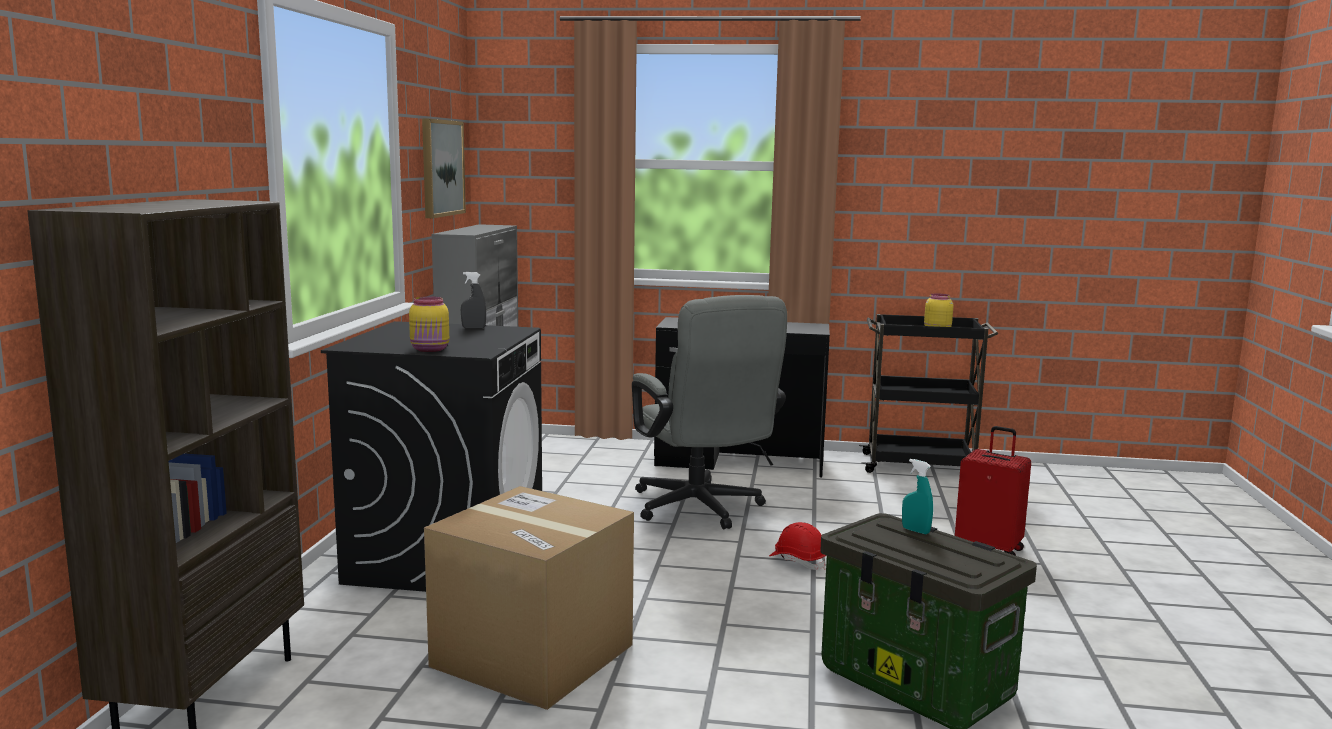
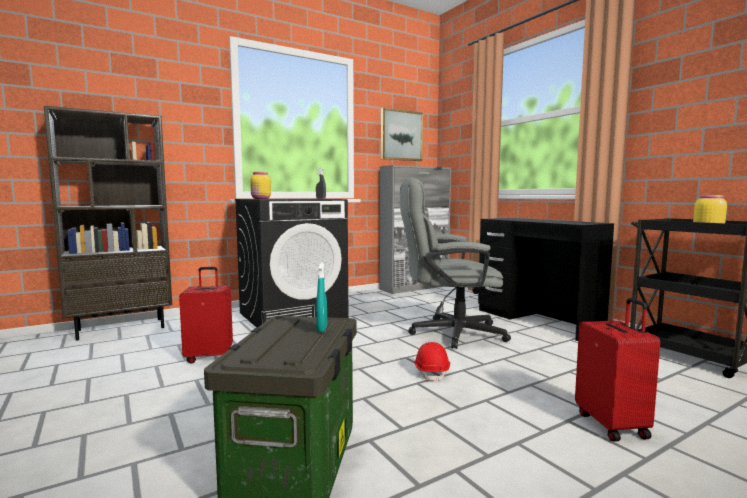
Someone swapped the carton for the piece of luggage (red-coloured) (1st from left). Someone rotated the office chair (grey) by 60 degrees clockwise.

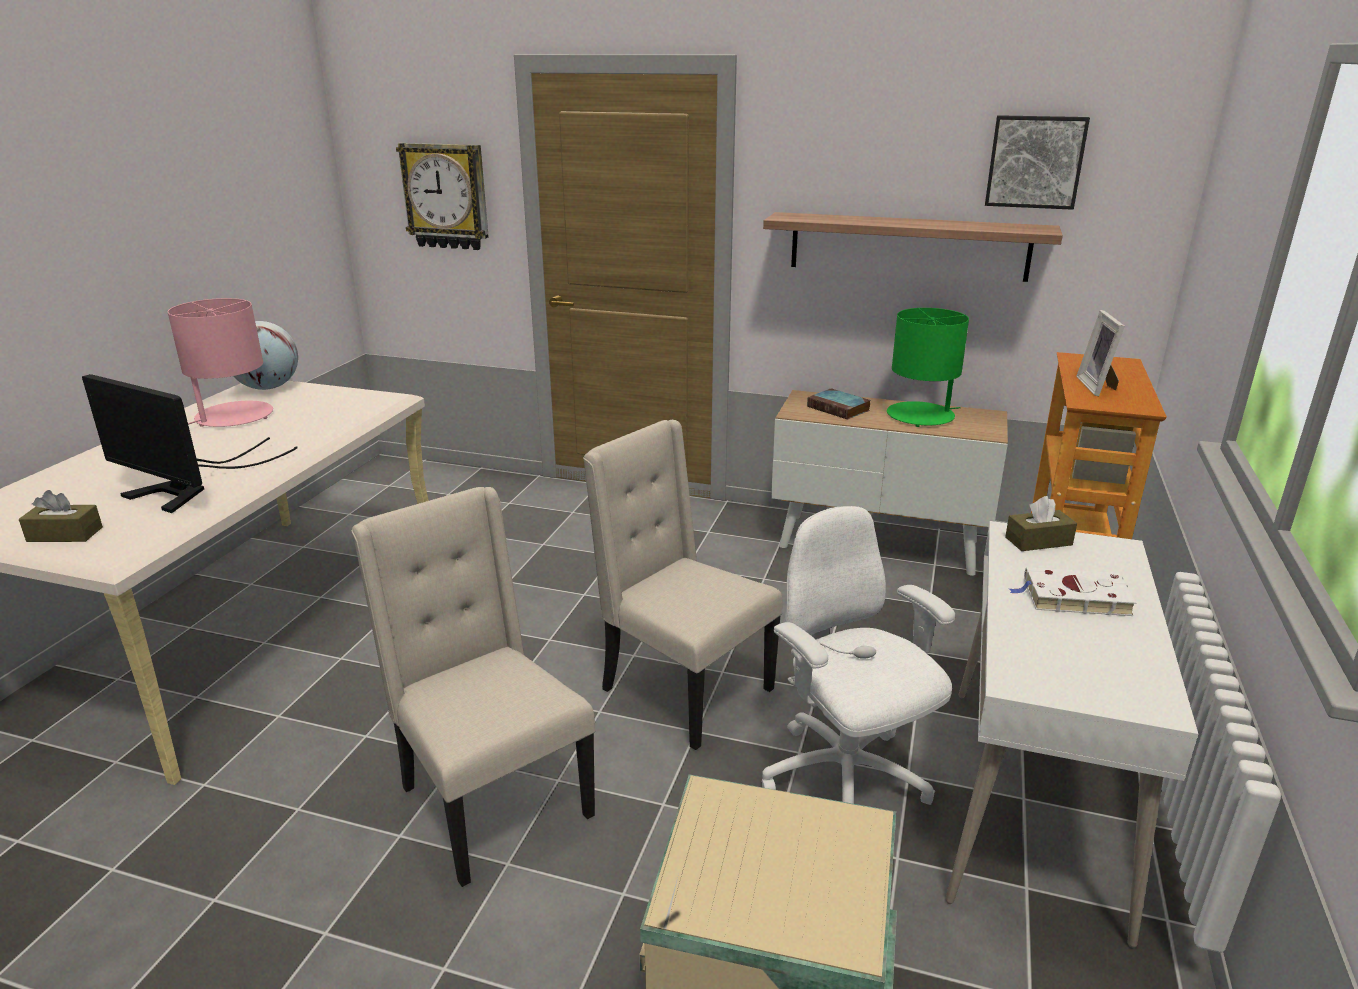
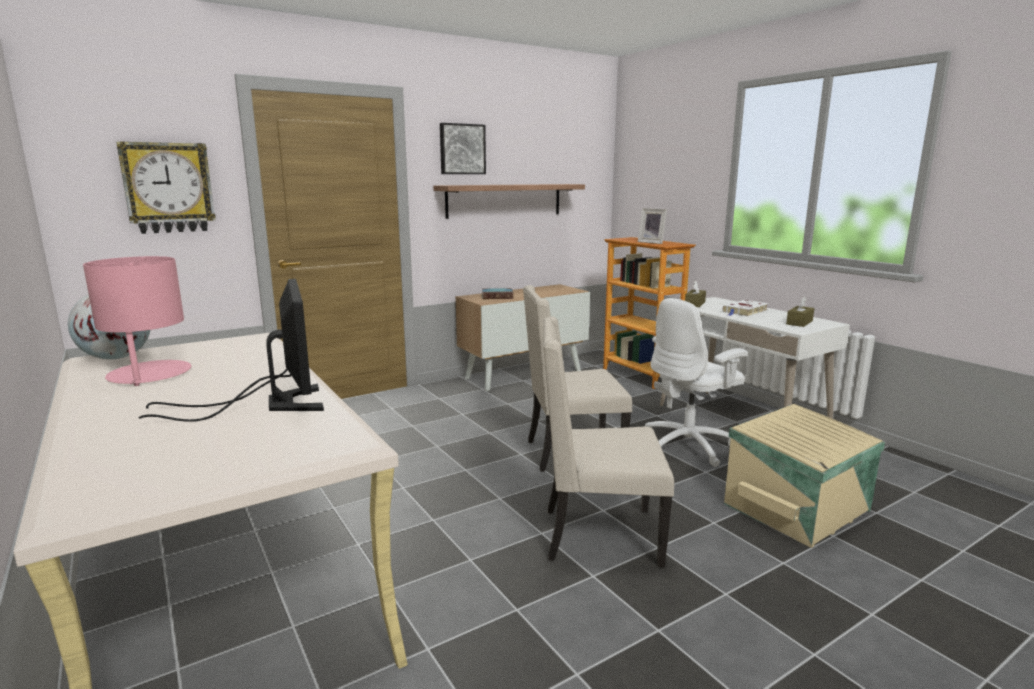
Someone rotated the monitor by 90 degrees counterclockwise. Someone carried the wall art. Someone rotated the office chair (white) by 45 degrees counterclockwise. Someone carried the tissue holder (brownish) (1st from left in the first image). Someone took away the tabletop lamp (green-coloured).

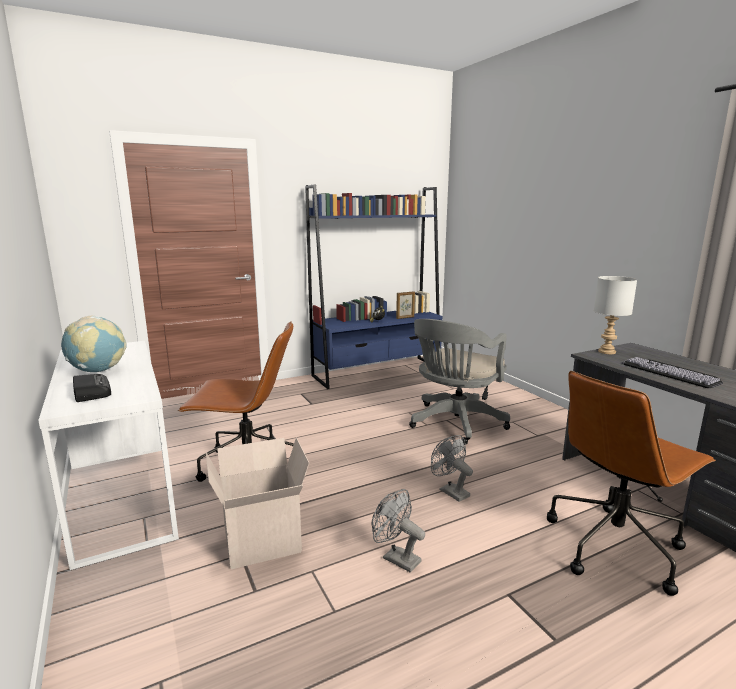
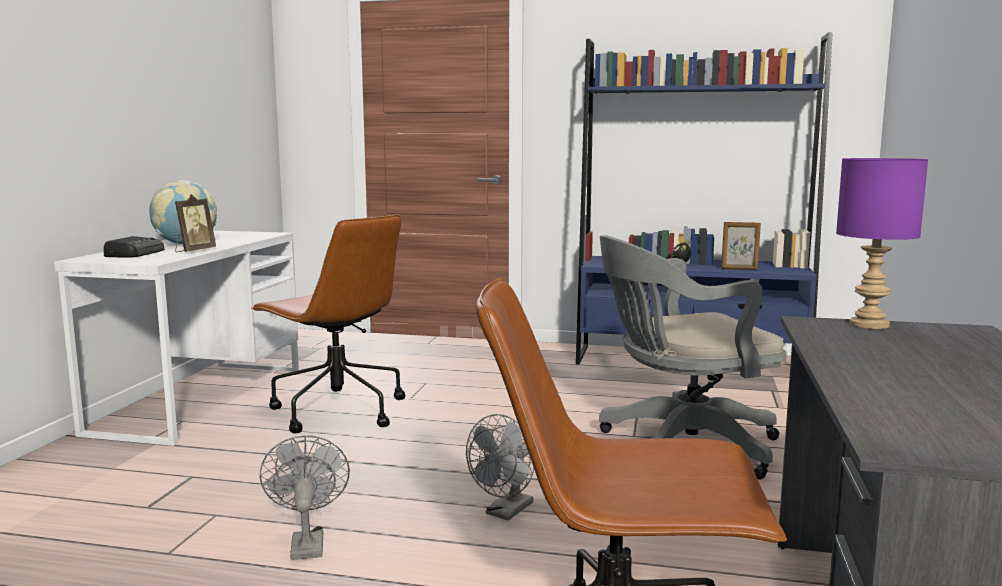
Someone put down the photo frame (1st from left). Someone rotated the fan (grey) (2nd from left) by 150 degrees counterclockwise. Someone repainted the tabletop lamp (grey), which became the tabletop lamp (purple-coloured). Someone took away the carton. Someone took away the keyboard.

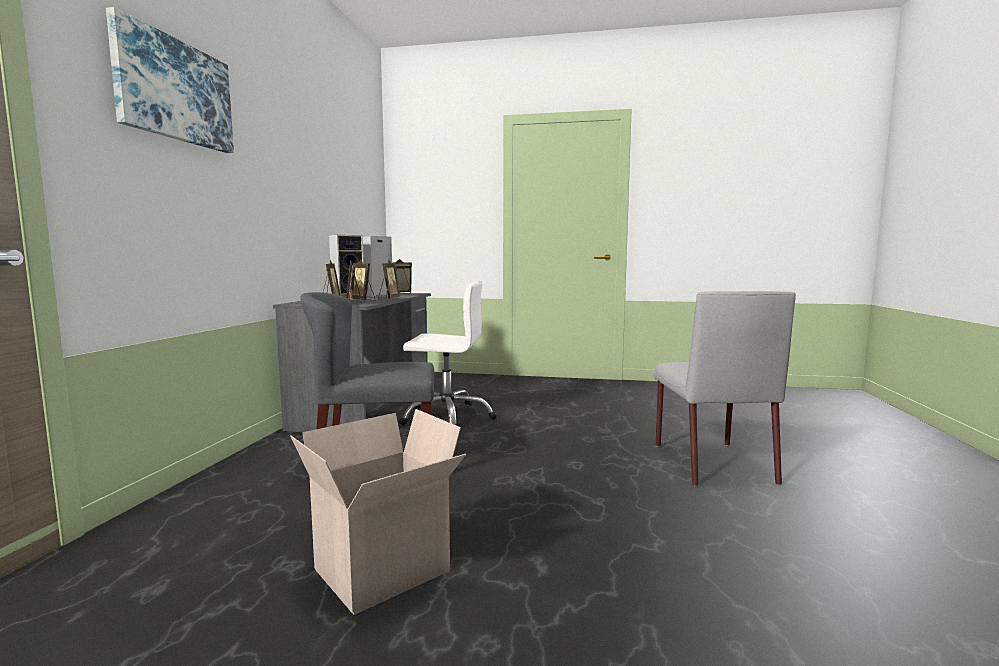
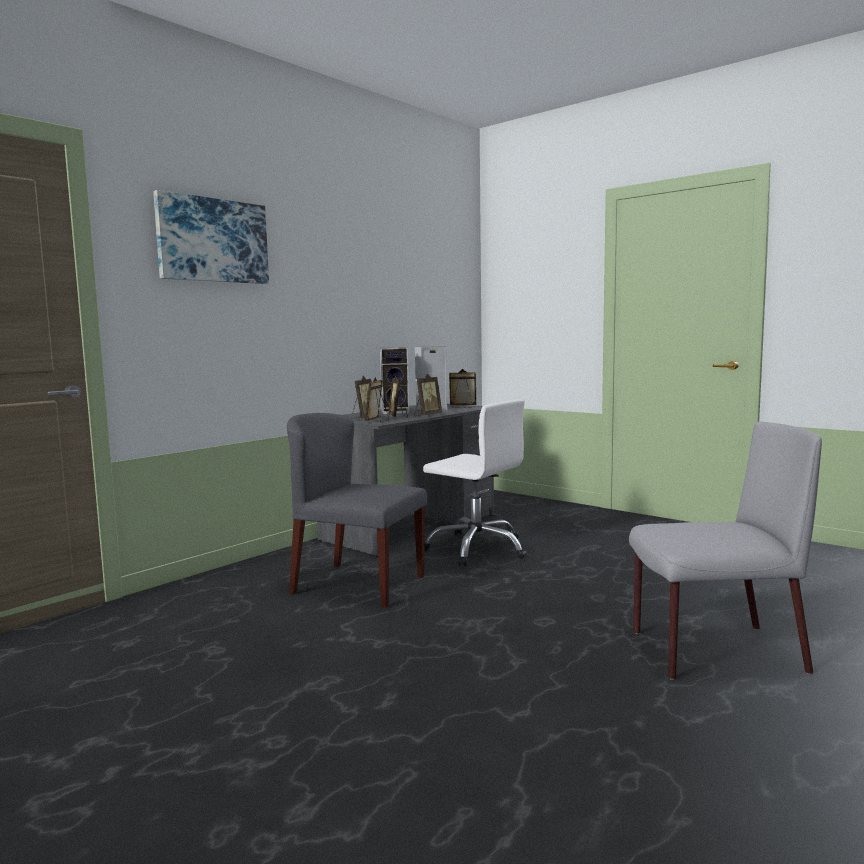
Someone rotated the plain chair (grey) (2nd from left) by 120 degrees counterclockwise. Someone took away the carton.

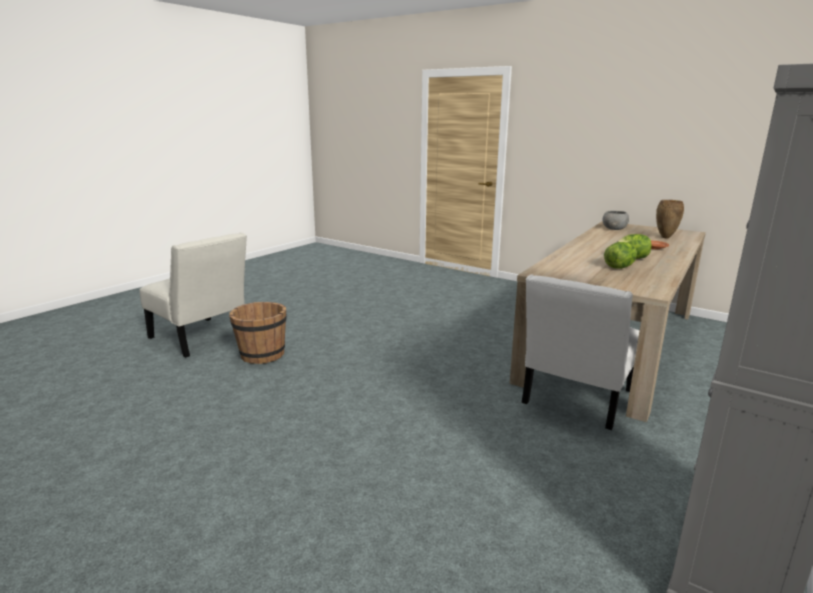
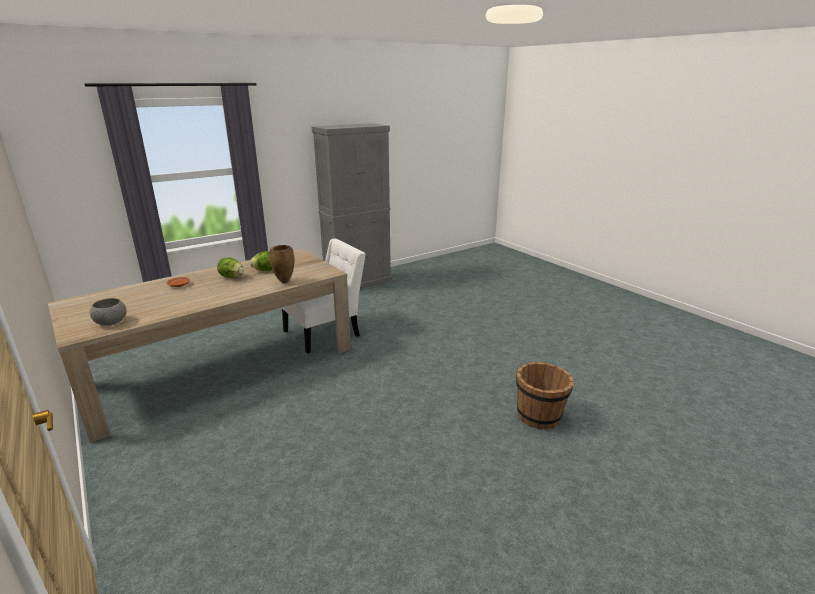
Someone carried the decorative vase (brownish). Someone took away the plain chair (white) (1st from left).

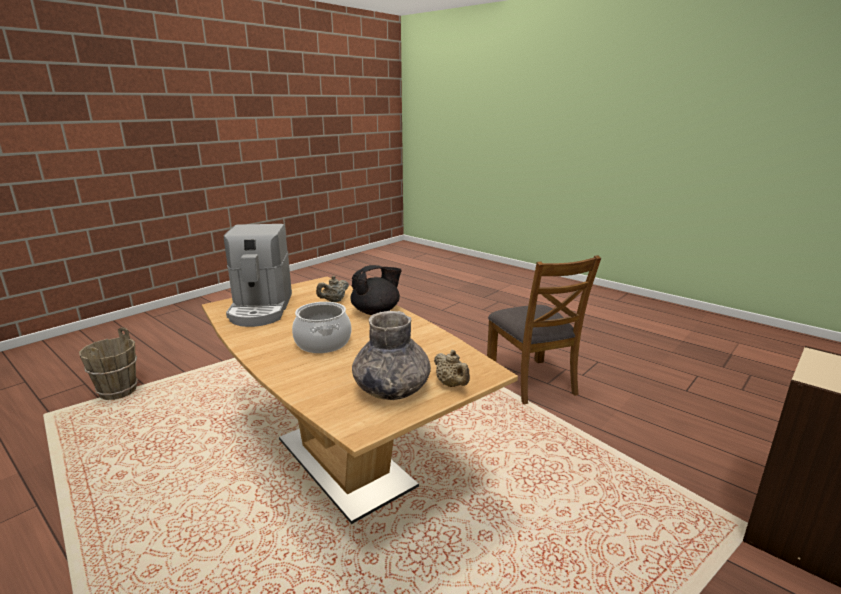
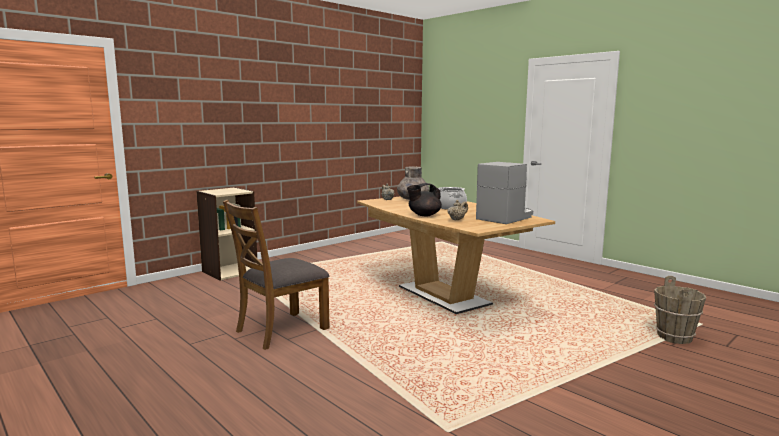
Someone rotated the plain chair (brownish) by 120 degrees counterclockwise. Someone rotated the coffee brewer by 45 degrees clockwise.

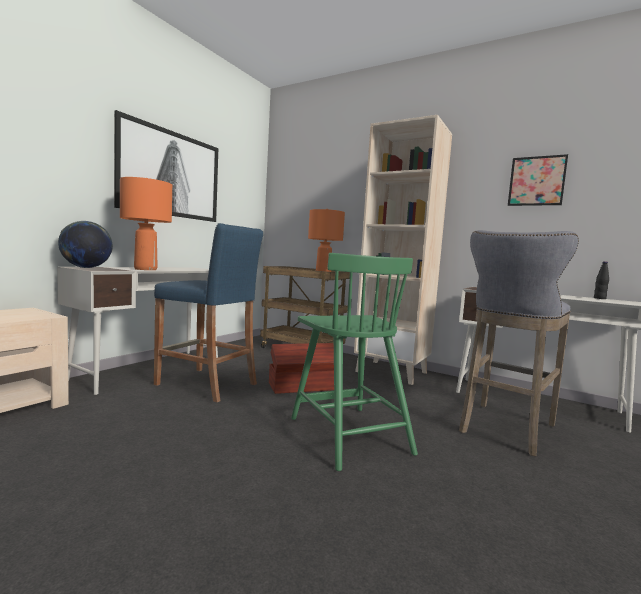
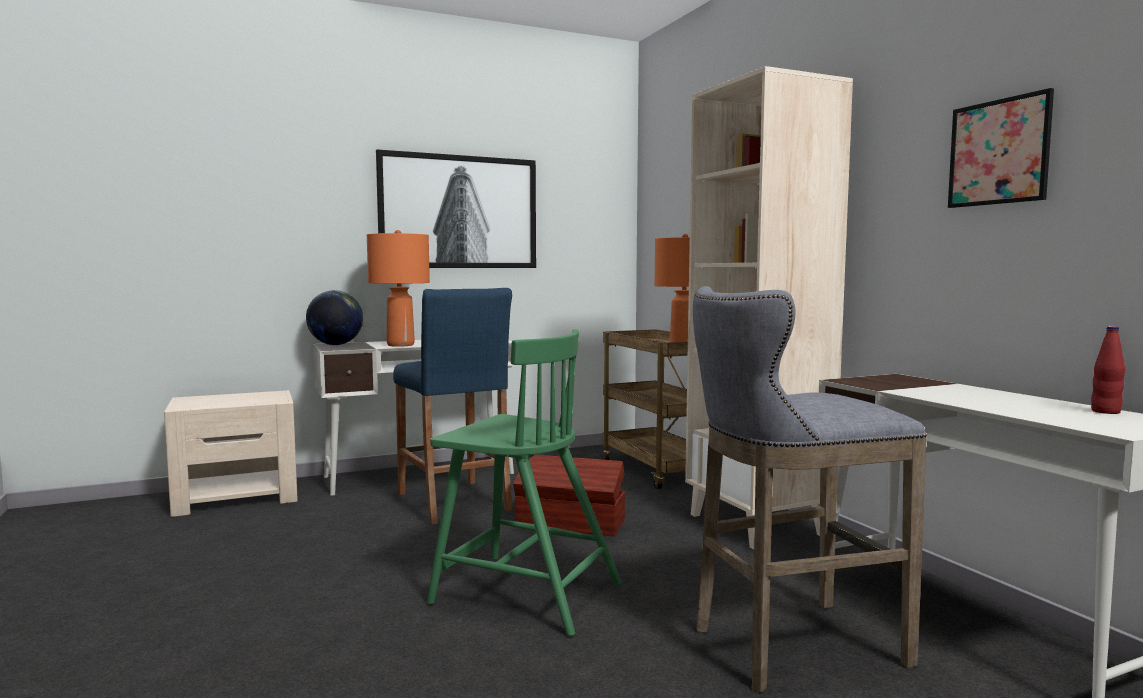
Someone rotated the plain chair (green-coloured) by 75 degrees counterclockwise. Someone repainted the beverage bottle (black), which became the beverage bottle (red-coloured).

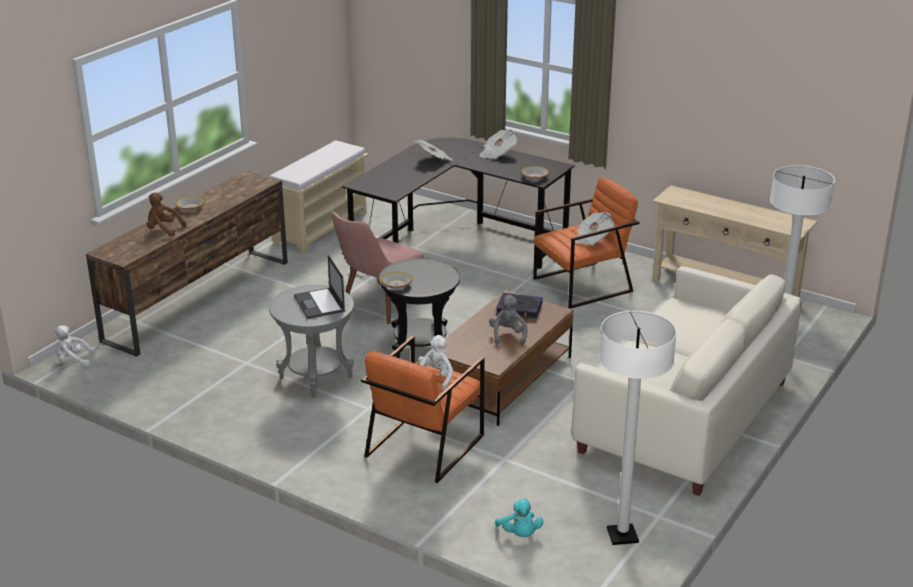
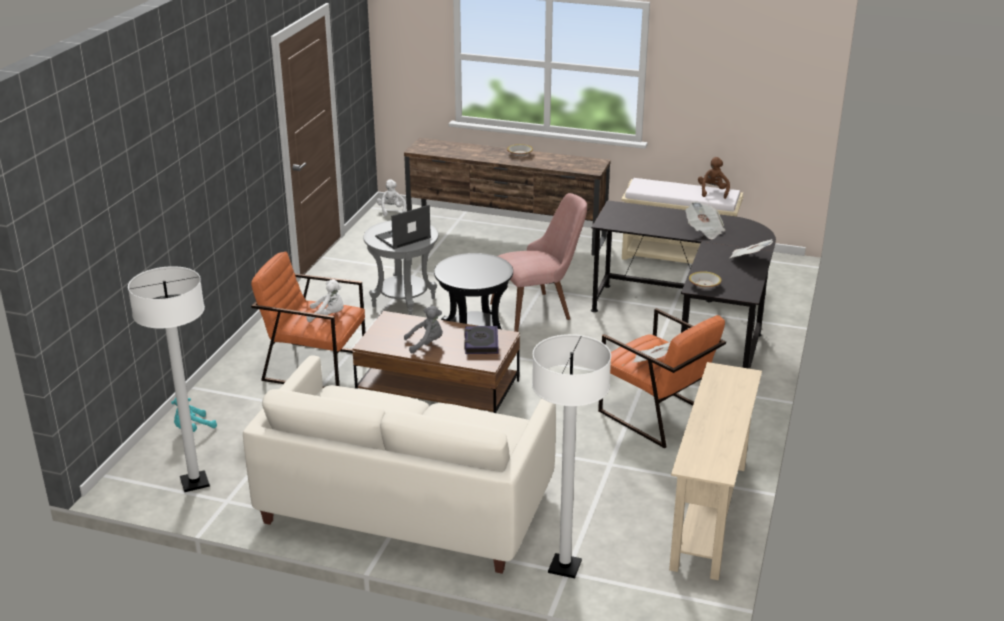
Someone rotated the plain chair (pinkish) by 135 degrees clockwise. Someone carried the cuddly toy (brownish). Someone took away the deep dish (2nd from left).

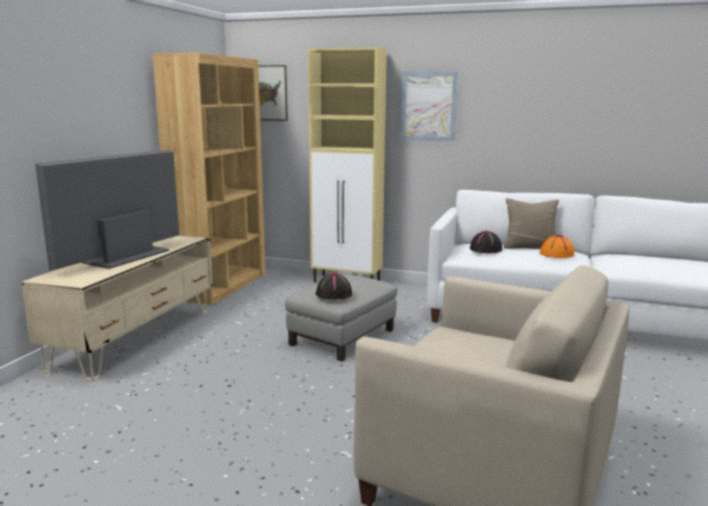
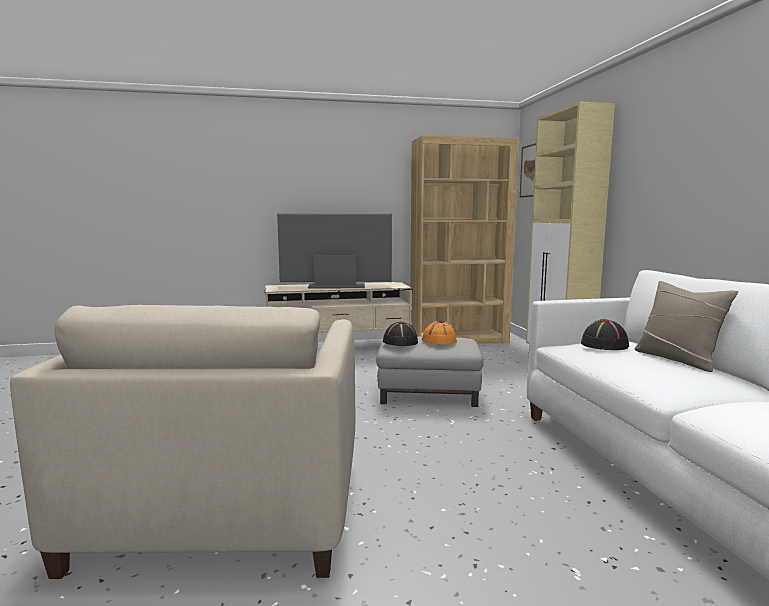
Someone carried the hat (orange-coloured). Someone took away the wall art (2nd from left).

